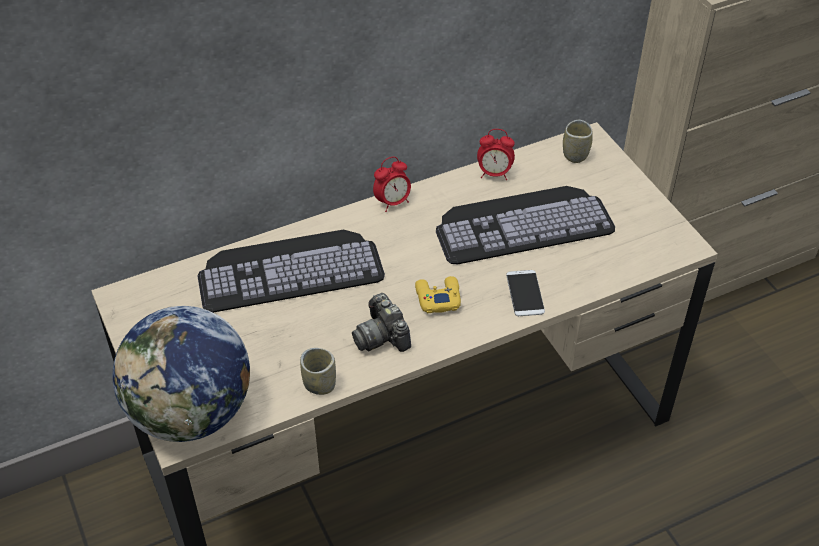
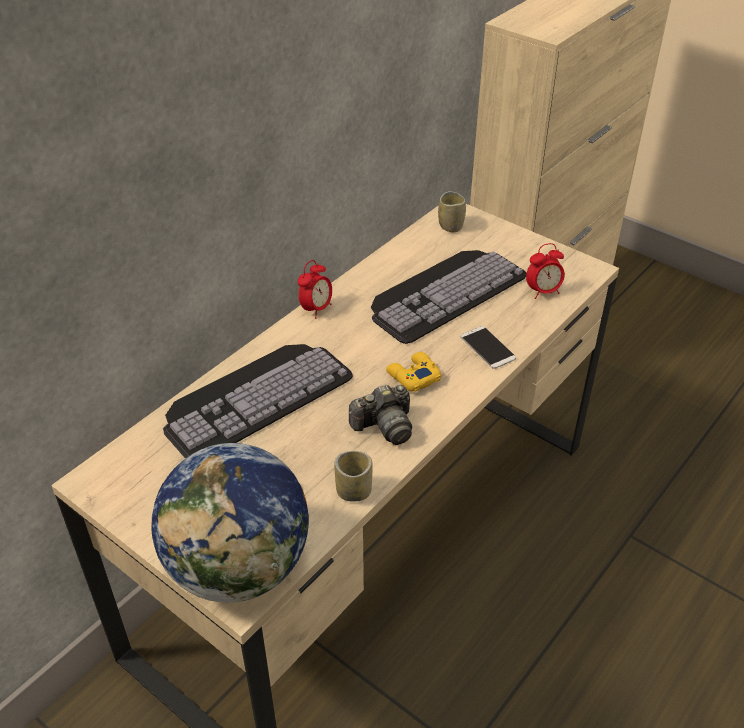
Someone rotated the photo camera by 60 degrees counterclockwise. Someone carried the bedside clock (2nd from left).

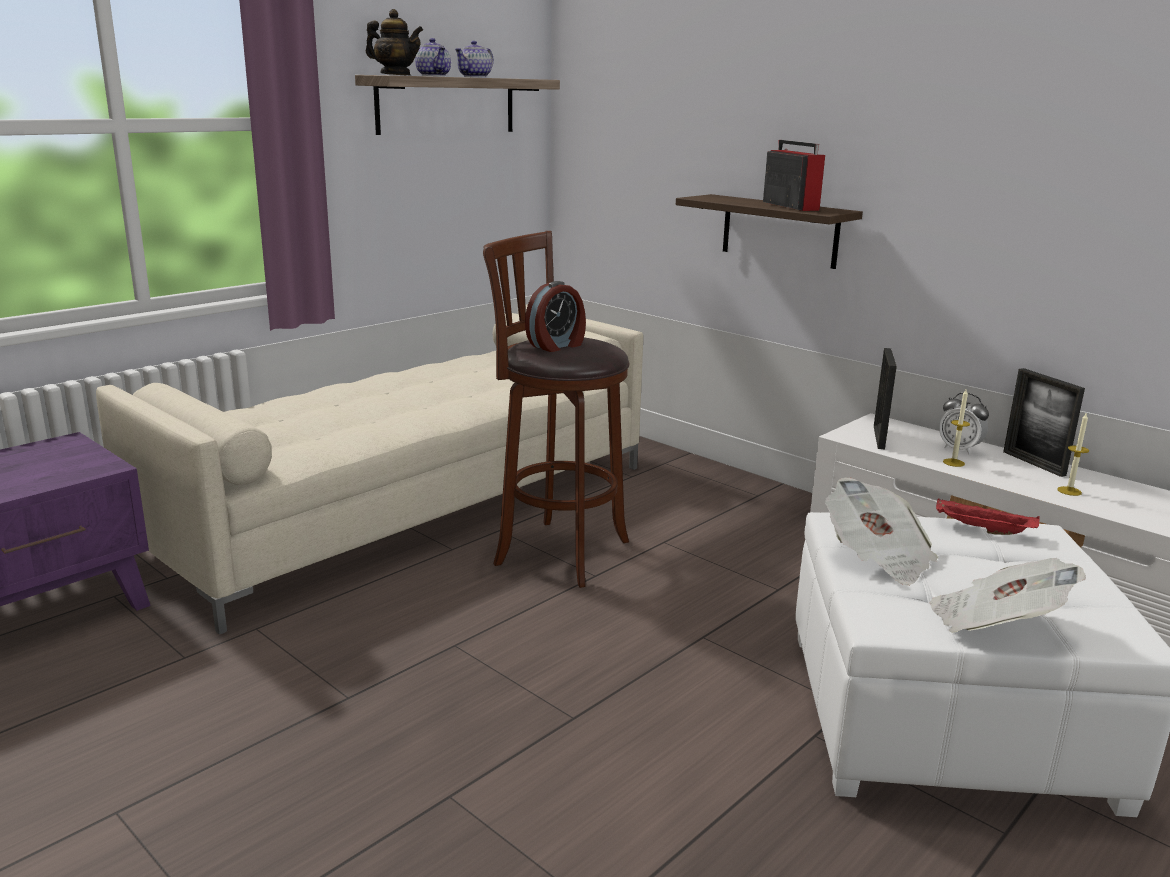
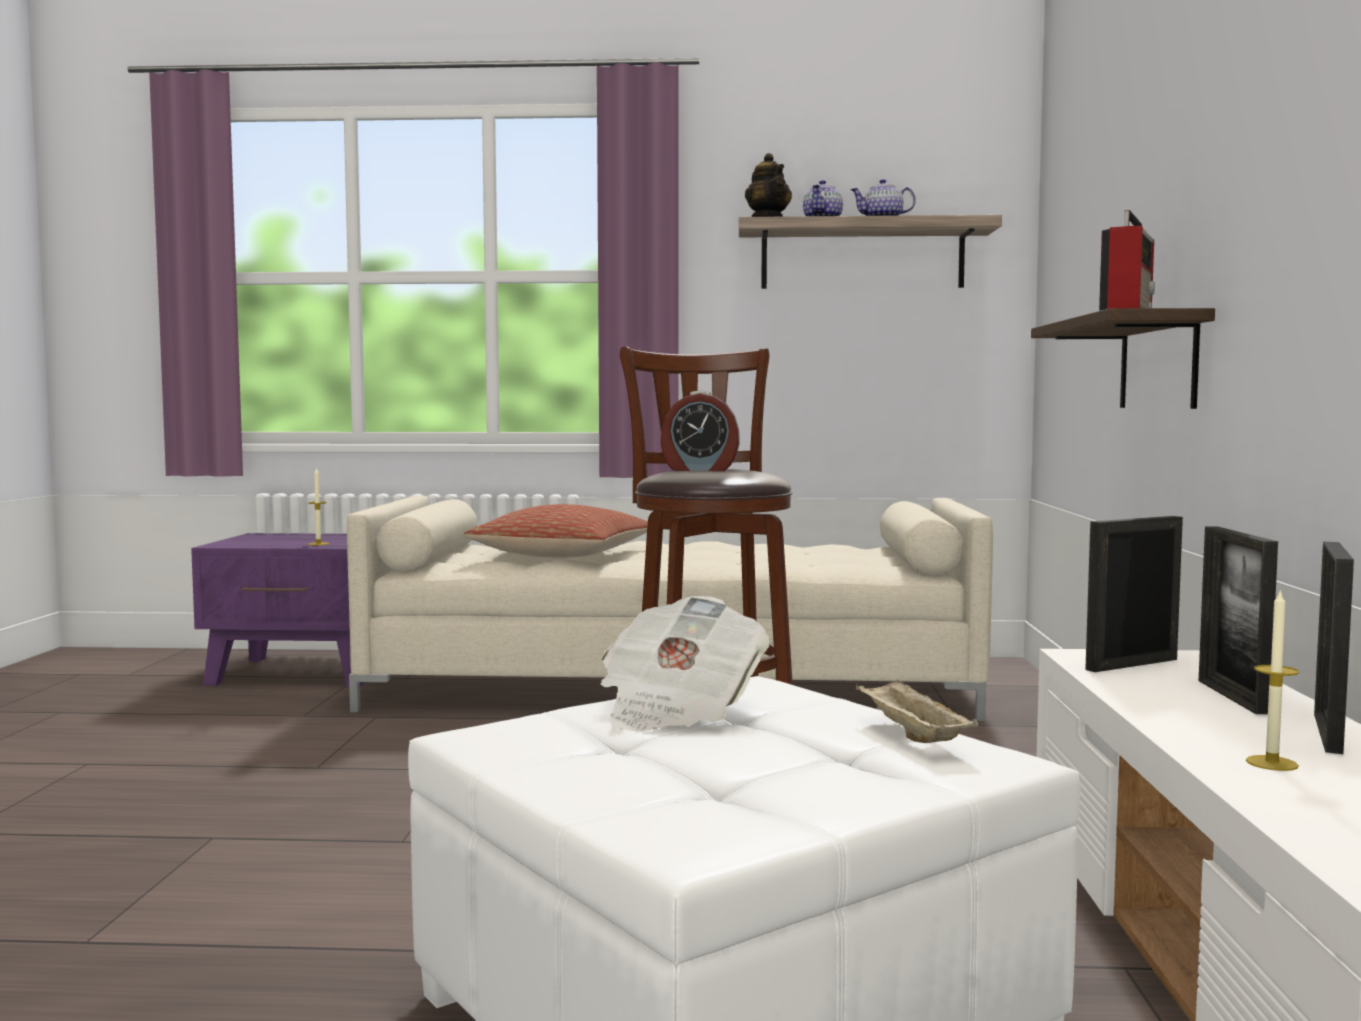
Someone carried the candle (1st from left). Someone put down the throw pillow. Someone repainted the carrying tray (red-coloured), which became the carrying tray (beige-coloured). Someone swapped the bedside clock (2nd from left) for the photo frame (2nd from left). Someone took away the daily paper (2nd from left).

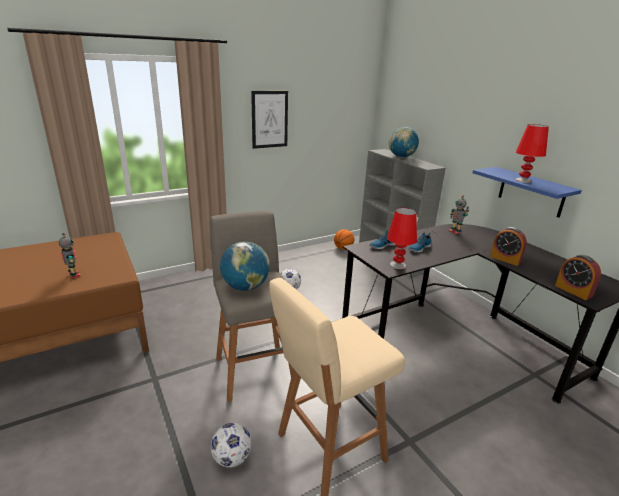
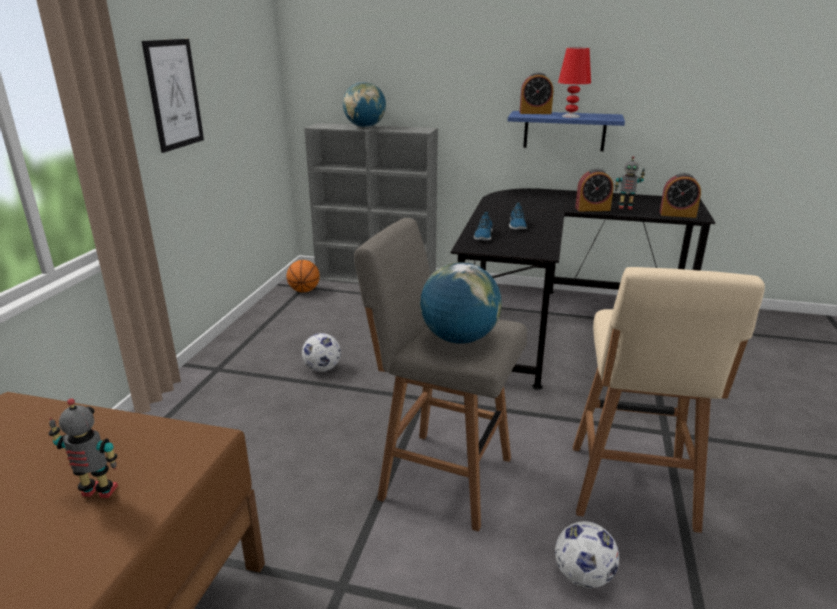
Someone put down the bedside clock (1st from left). Someone carried the toy robot (2nd from left). Someone took away the tabletop lamp (red-coloured) (1st from left).

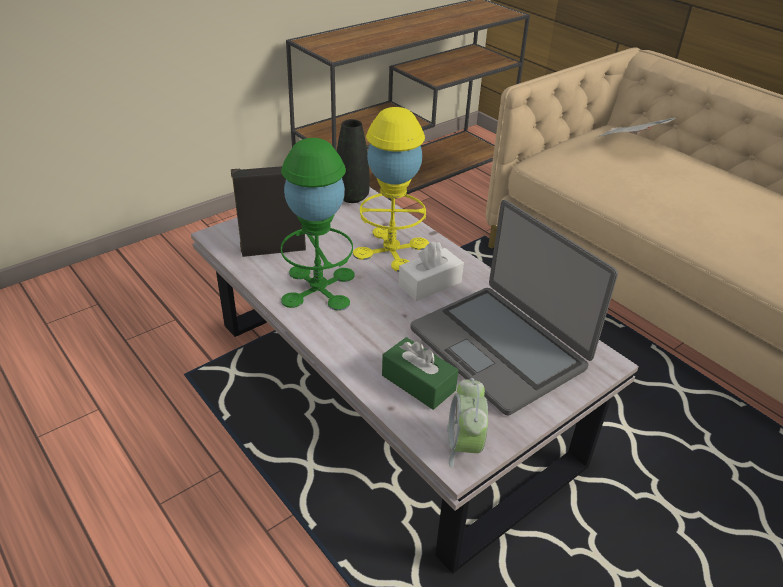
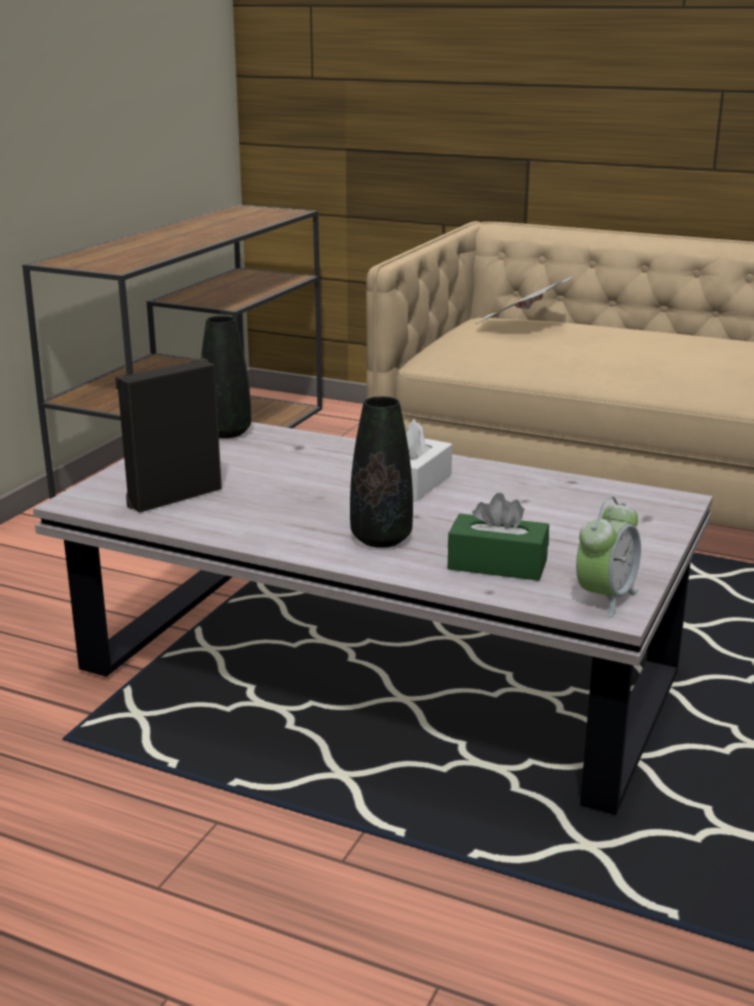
Someone put down the decorative vase (black) (2nd from left). Someone rotated the bedside clock by 120 degrees counterclockwise. Someone took away the tabletop lamp (green-coloured). Someone took away the tabletop lamp (yellow). Someone took away the notebook computer.

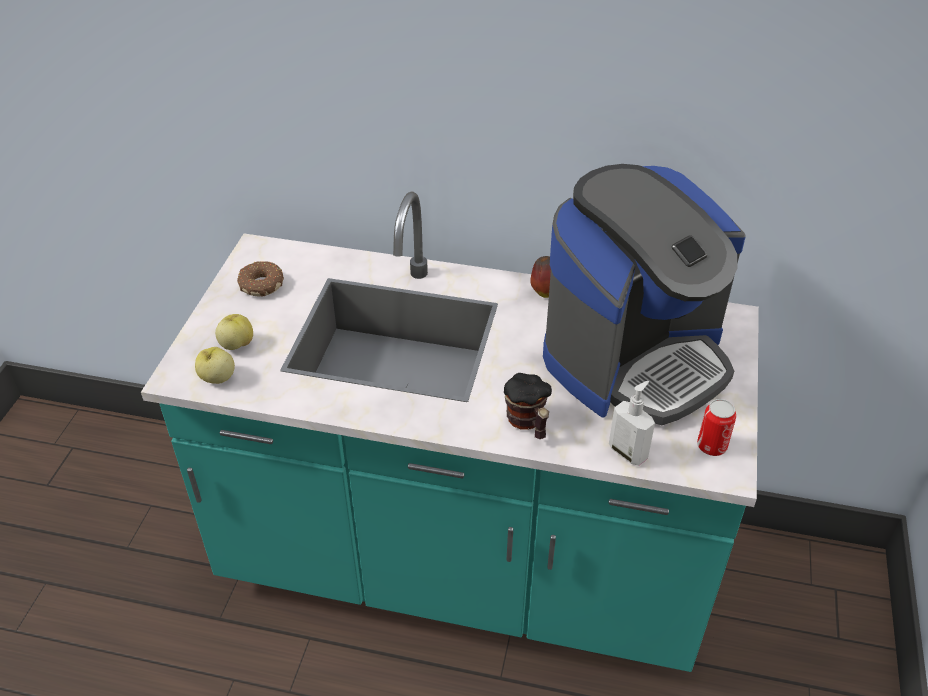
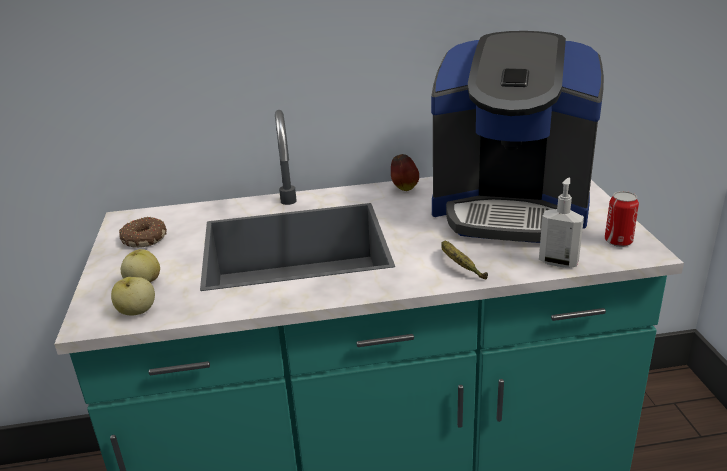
Someone rotated the coffee brewer by 75 degrees clockwise. Someone swapped the mug for the banana fruit.

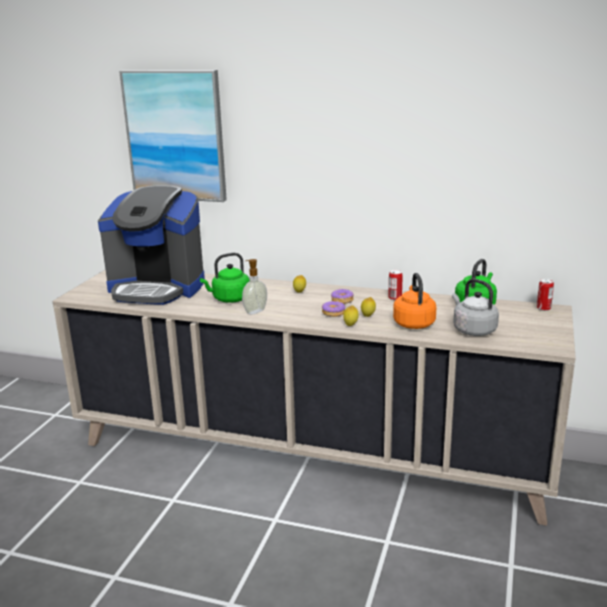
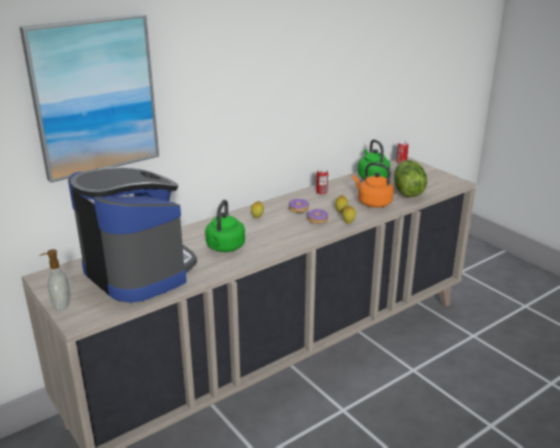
Someone carried the soap dispenser. Someone rotated the coffee brewer by 90 degrees counterclockwise. Someone swapped the tea kettle (grey) for the lettuce head.

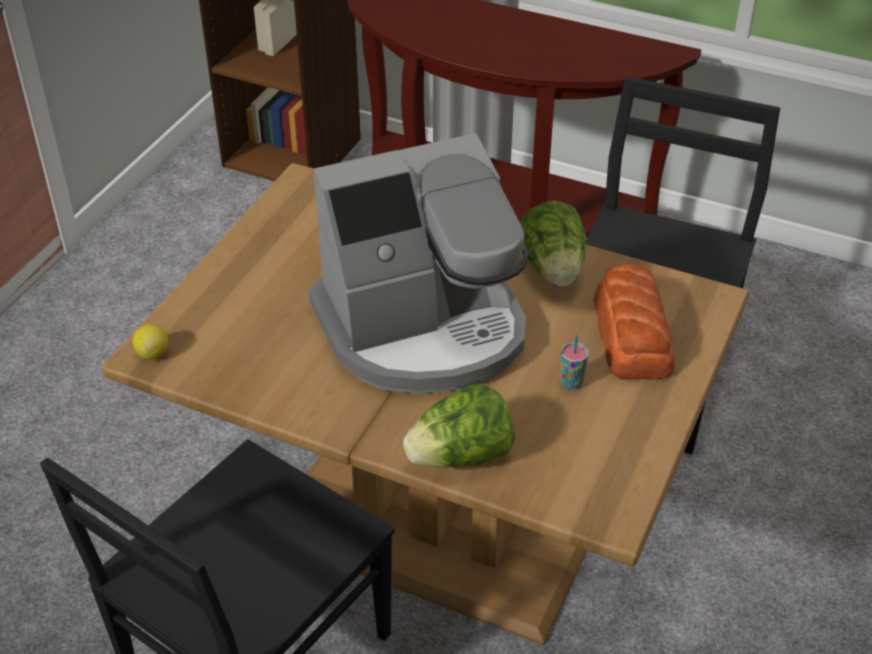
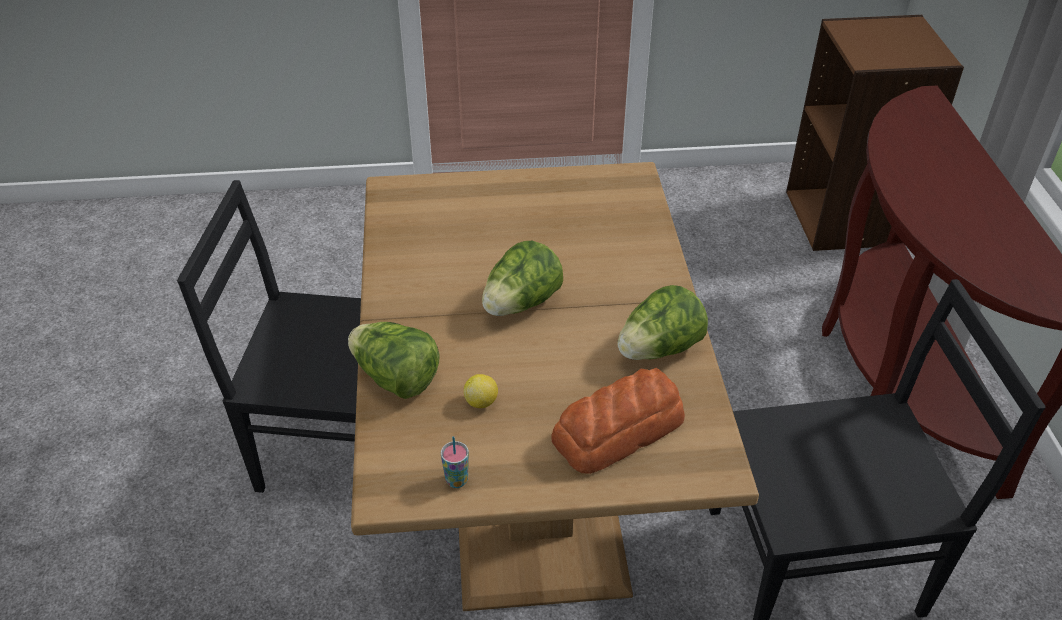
Someone carried the drinking cup. Someone carried the lemon. Someone swapped the coffee brewer for the lettuce head (2nd from left).

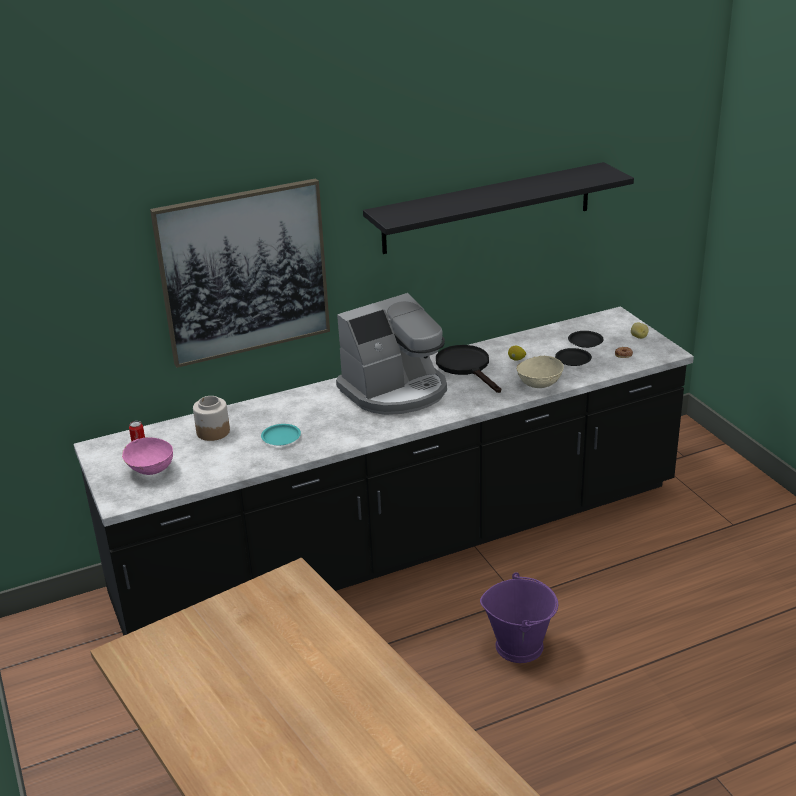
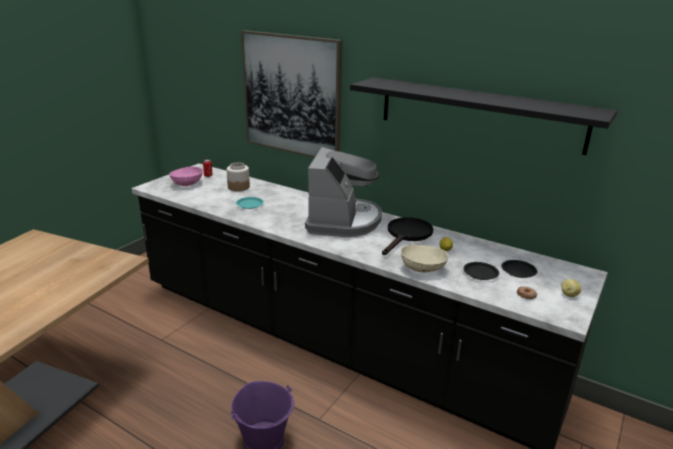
Someone rotated the coffee brewer by 105 degrees counterclockwise.

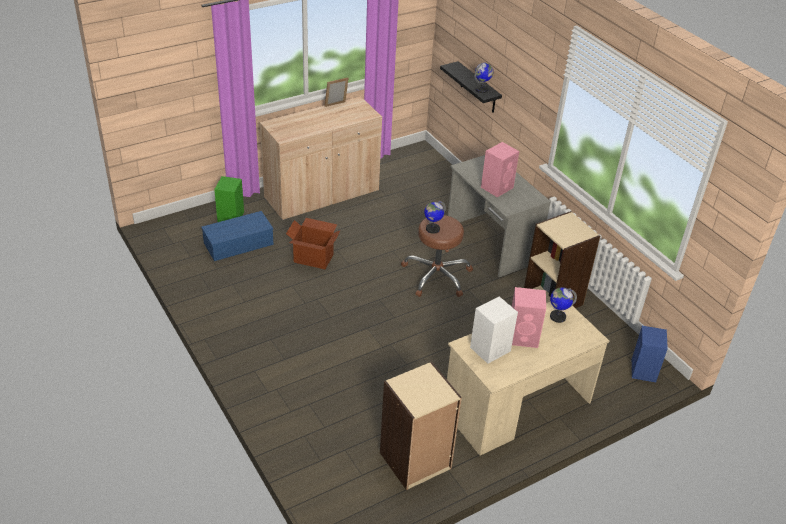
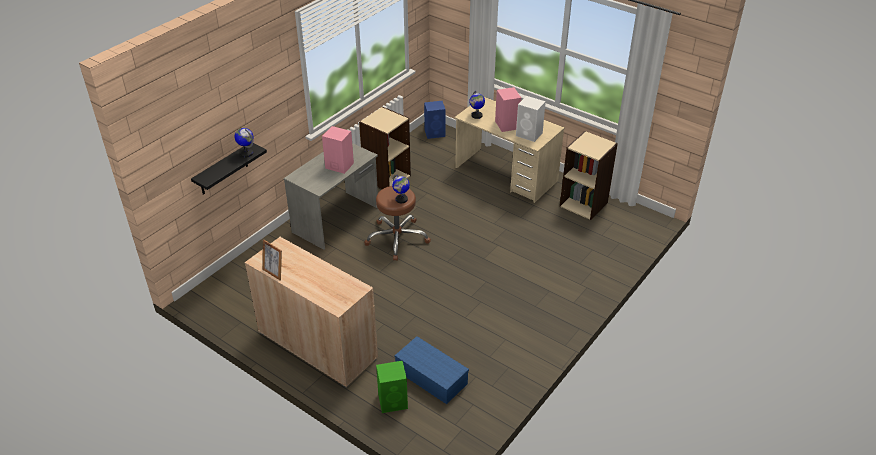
Someone took away the carton.

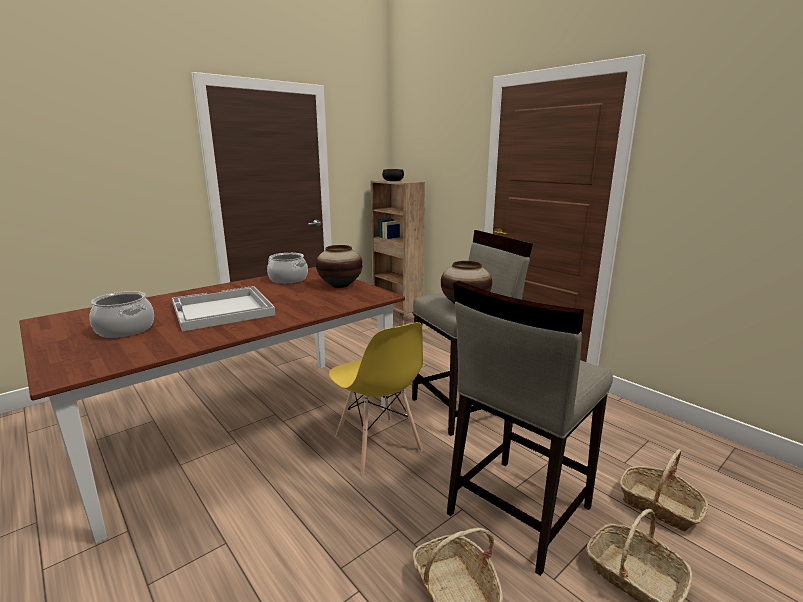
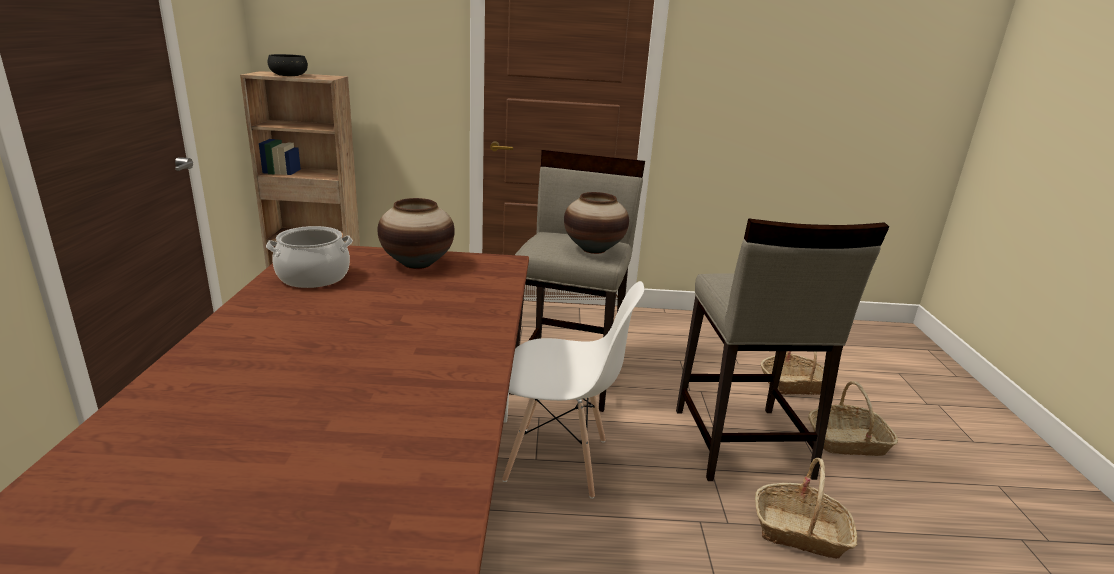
Someone repainted the plain chair (yellow), which became the plain chair (white). Someone took away the saucepot (1st from left). Someone took away the carrying tray (white).

